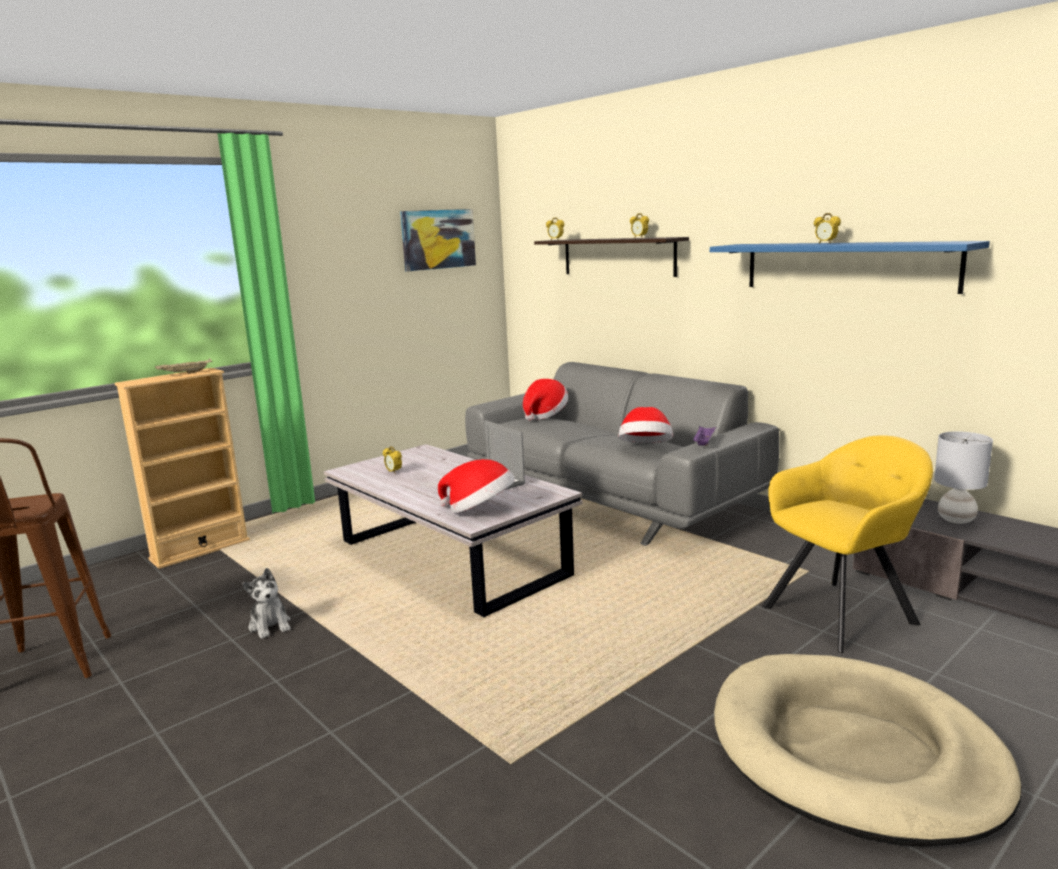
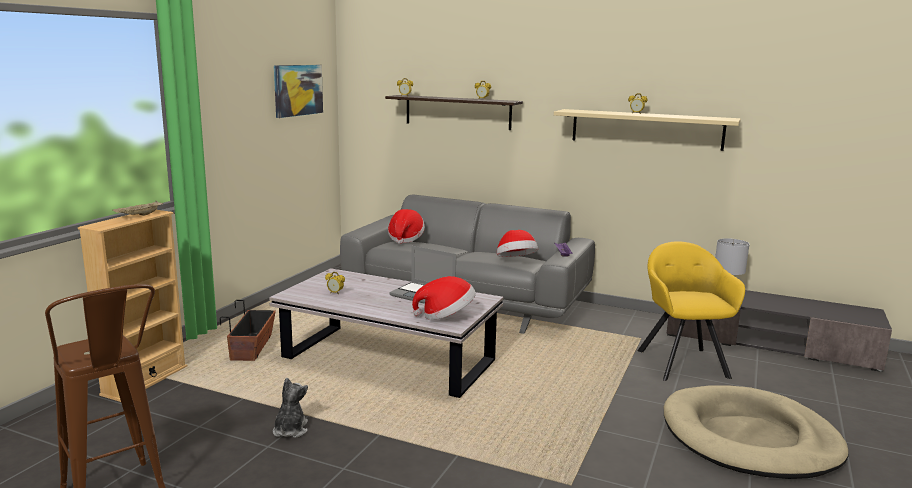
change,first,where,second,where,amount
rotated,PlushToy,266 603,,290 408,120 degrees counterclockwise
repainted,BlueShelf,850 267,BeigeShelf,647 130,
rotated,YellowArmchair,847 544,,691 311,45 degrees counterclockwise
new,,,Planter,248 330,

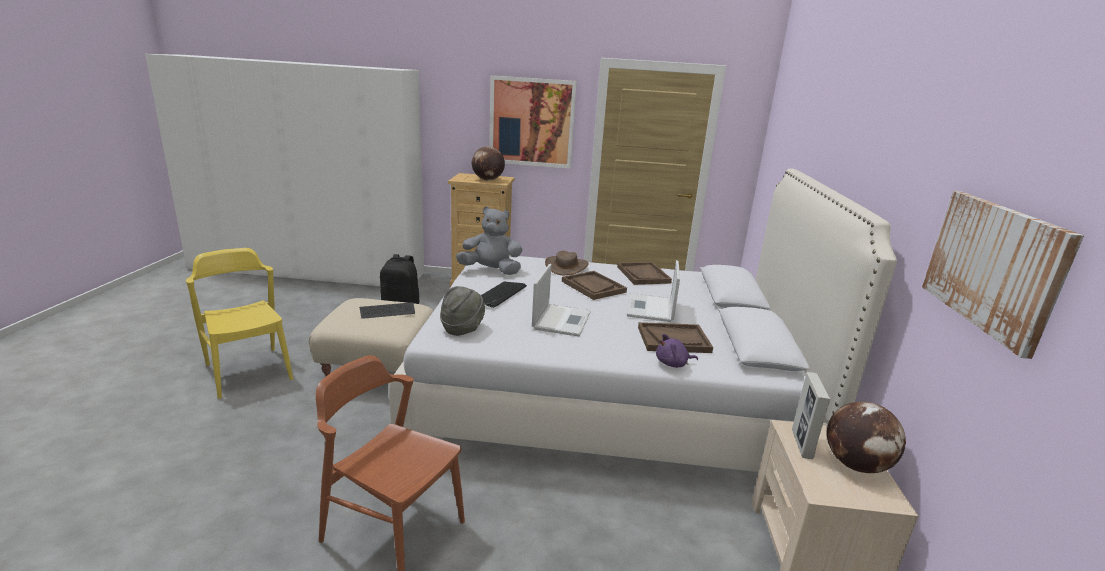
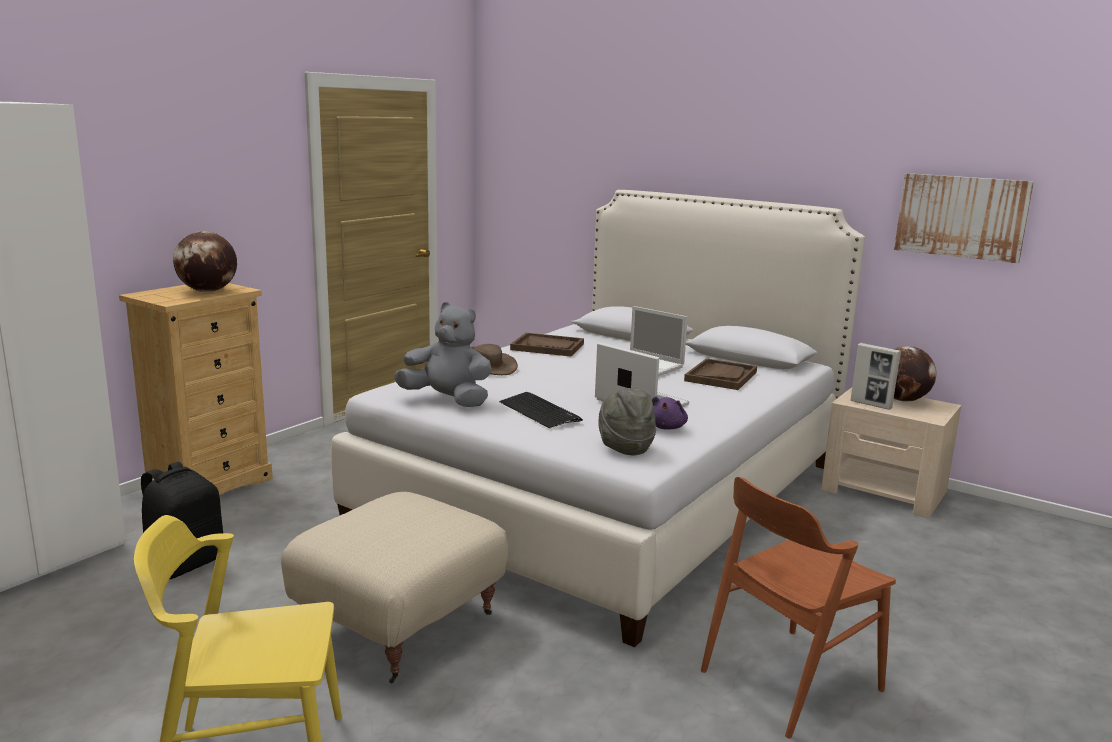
change,first,where,second,where,amount
gone,Keyboard,387 310,,,
rotated,GreyPlushToy,489 240,,443 354,75 degrees clockwise
gone,Picture,533 121,,,
gone,BrownTray,594 285,,,
shifted,PurplePlushToy,677 351,,670 413,

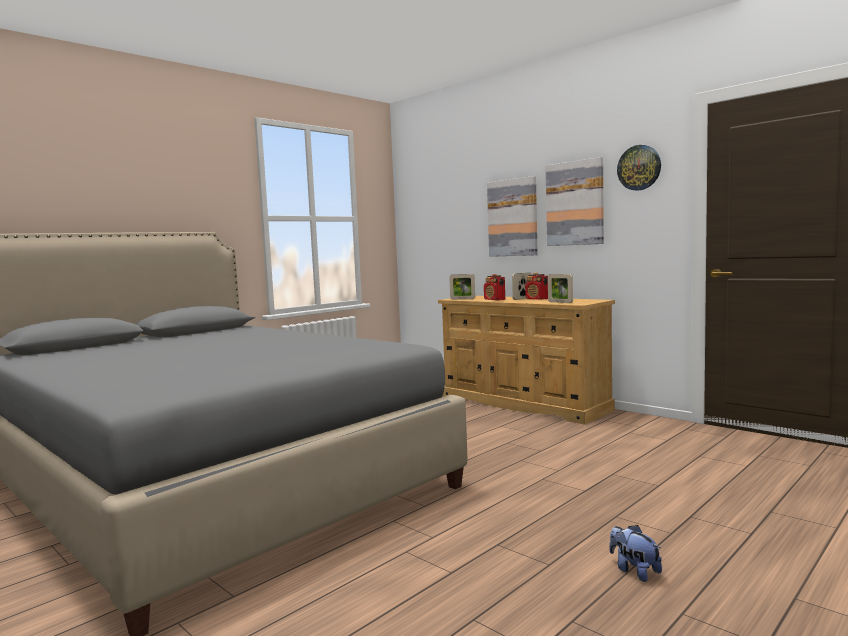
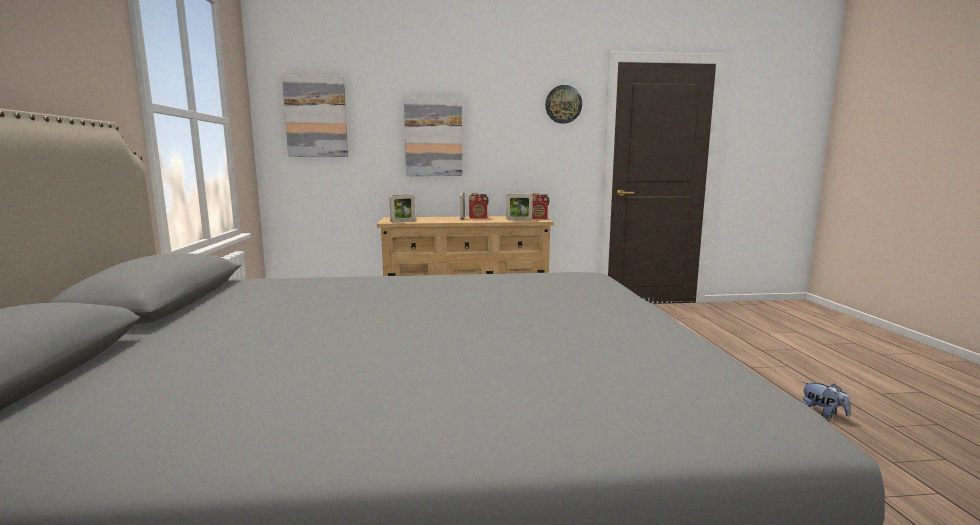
change,first,where,second,where,amount
shifted,Radio,494 287,,540 206,
shifted,Picture,575 201,,315 116,
rotated,PlushToy,635 553,,826 400,135 degrees counterclockwise

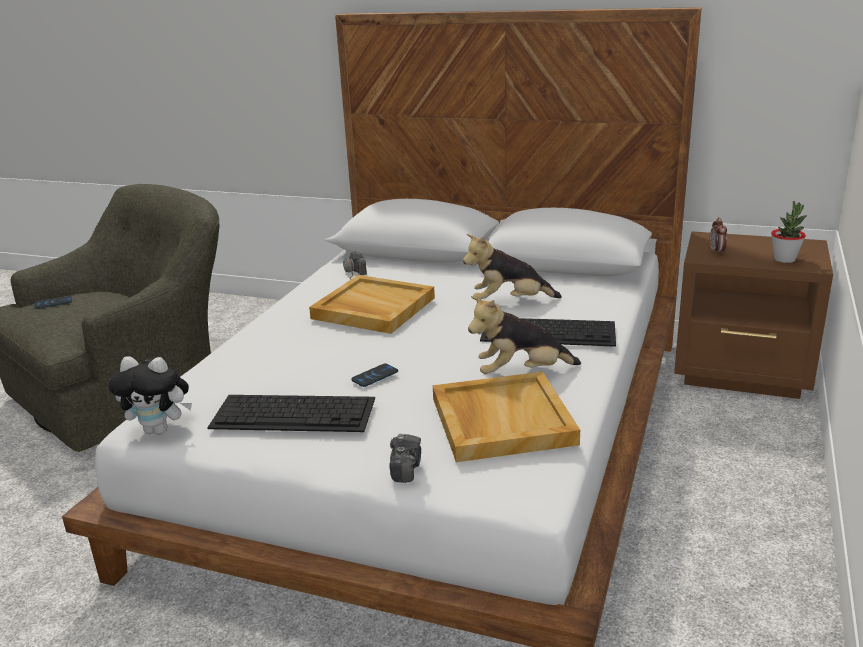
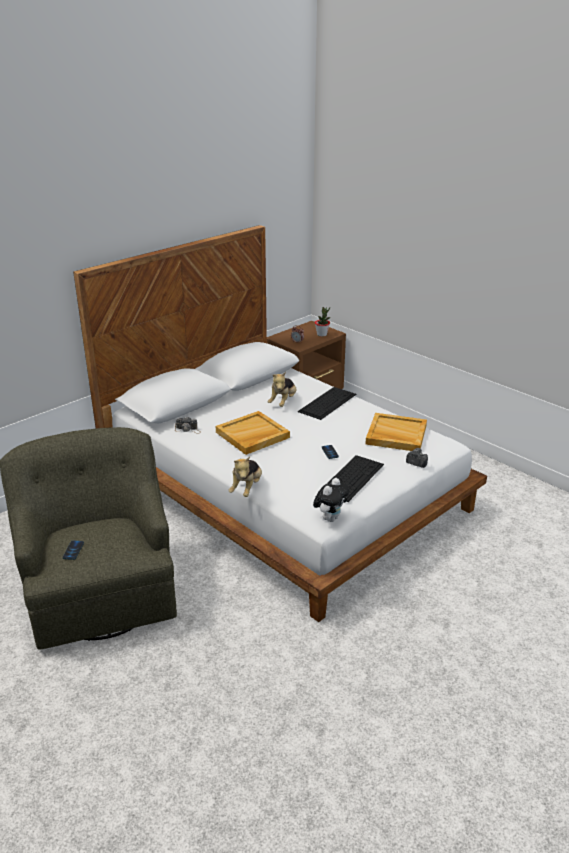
change,first,where,second,where,amount
shifted,PlushToy,524 335,,245 476,

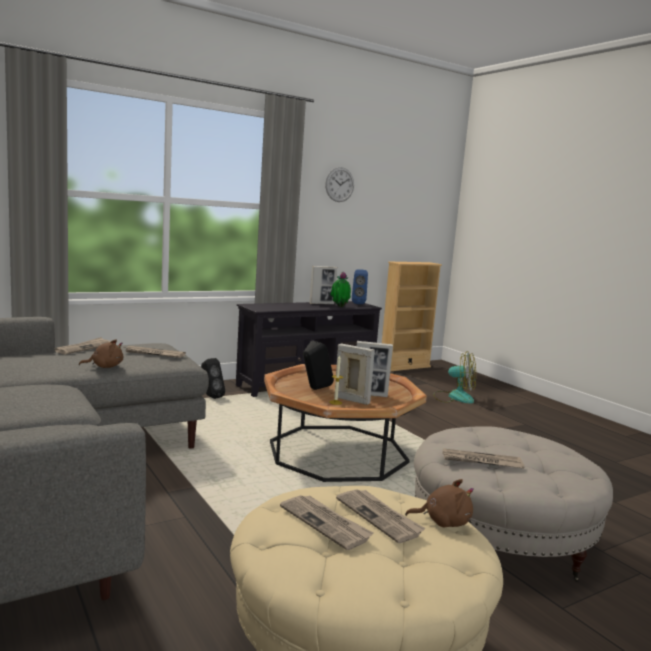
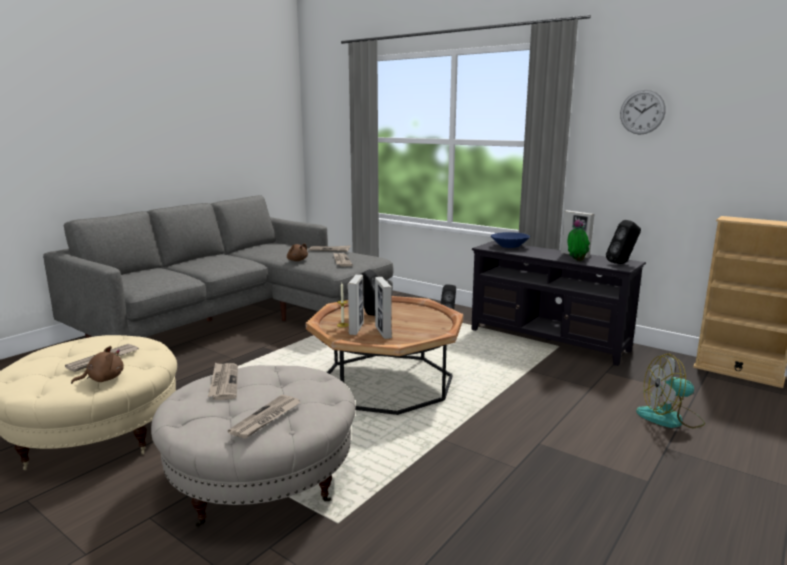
change,first,where,second,where,amount
shifted,Newspaper,327 522,,264 417,
repainted,BlueSpeaker,360 286,BlackSpeaker,623 242,
rotated,BrownPlushToy,439 503,,97 365,105 degrees counterclockwise
rotated,Fan,454 377,,670 391,90 degrees clockwise
new,,,BlueBowl,510 240,

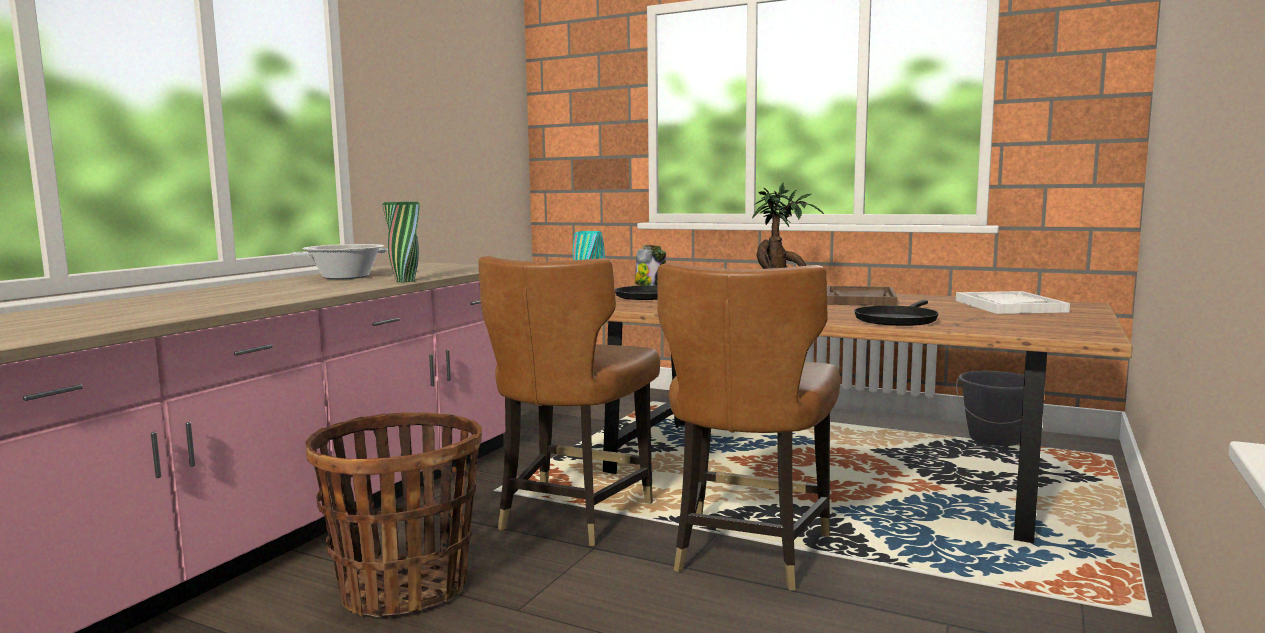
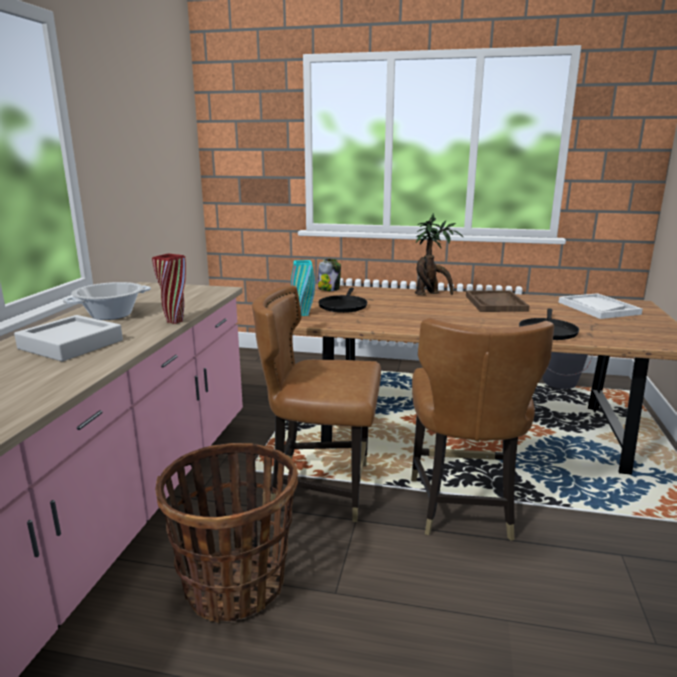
change,first,where,second,where,amount
repainted,GreenVase,401 242,RedVase,169 288,
rotated,BrownChair,569 401,,316 403,90 degrees clockwise
new,,,GreyTray,68 338,

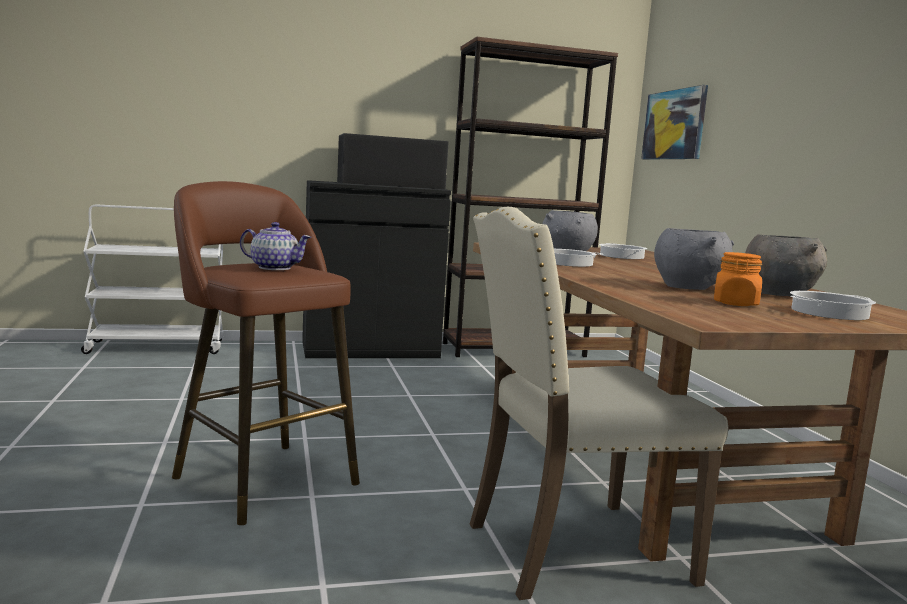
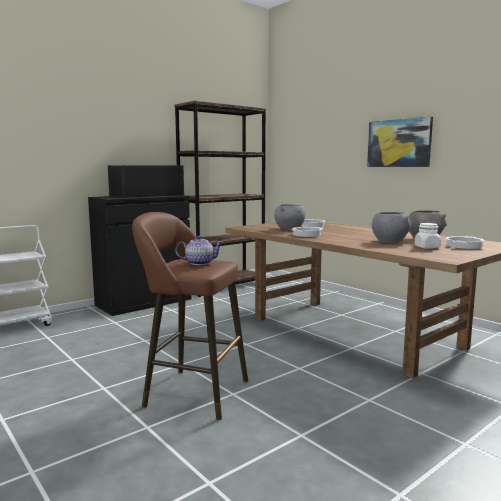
change,first,where,second,where,amount
gone,BeigeChair,598 403,,,
shifted,Picture,674 122,,400 142,
repainted,OrangeJar,738 279,WhiteJar,428 236,

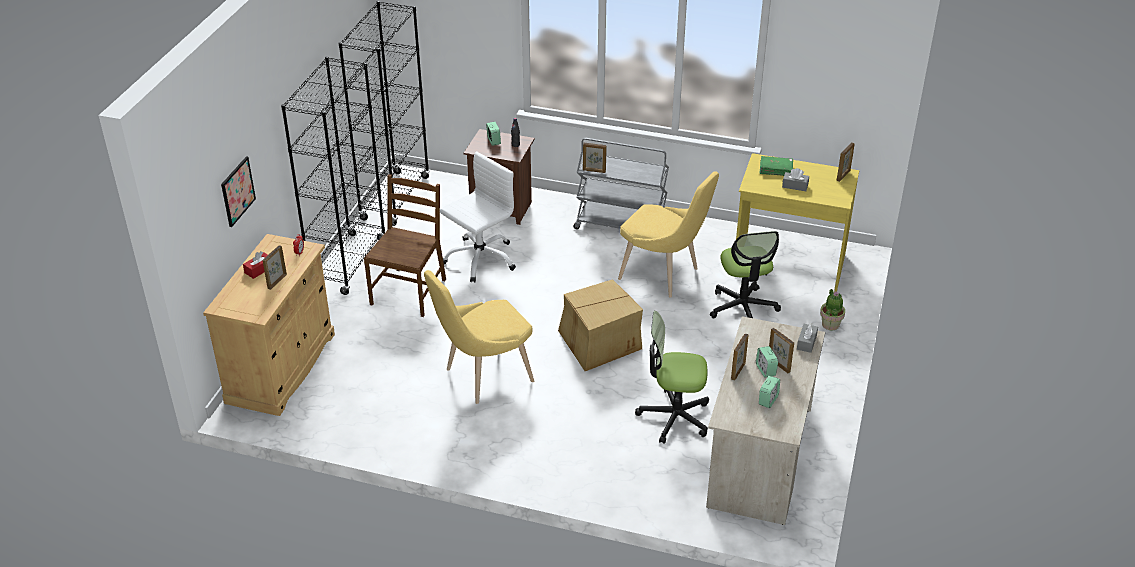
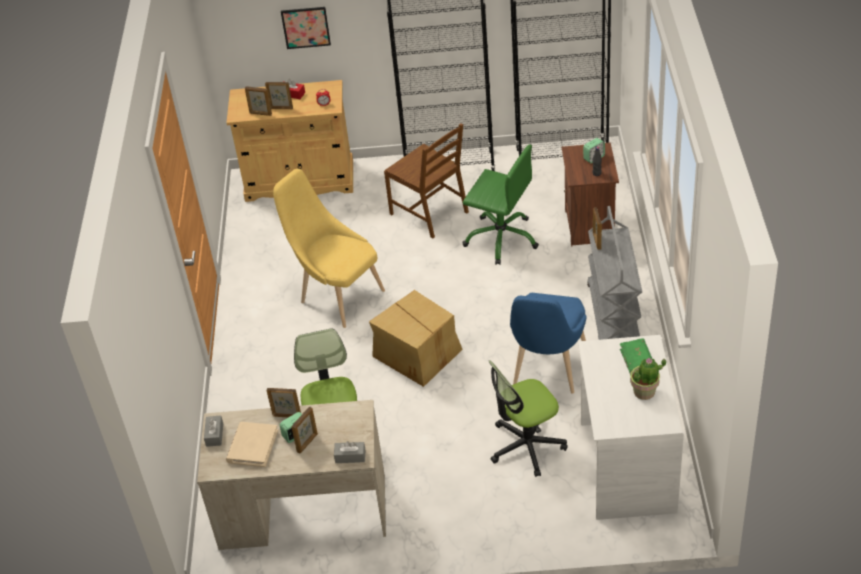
change,first,where,second,where,amount
rotated,BrownChair,405 245,,426 180,45 degrees clockwise
repainted,WhiteOfficeChair,478 217,GreenOfficeChair,500 205,
repainted,YellowChair,668 234,BlueChair,548 343,
repainted,YellowDesk,797 222,WhiteDesk,631 427,
swapped,AlarmClock,769 392,BeigeBook,252 444,
shifted,GreyTissueBox,795 179,,213 431,
shifted,PottedPlant,832 310,,648 379,
shifted,PictureFrame,846 162,,258 101,

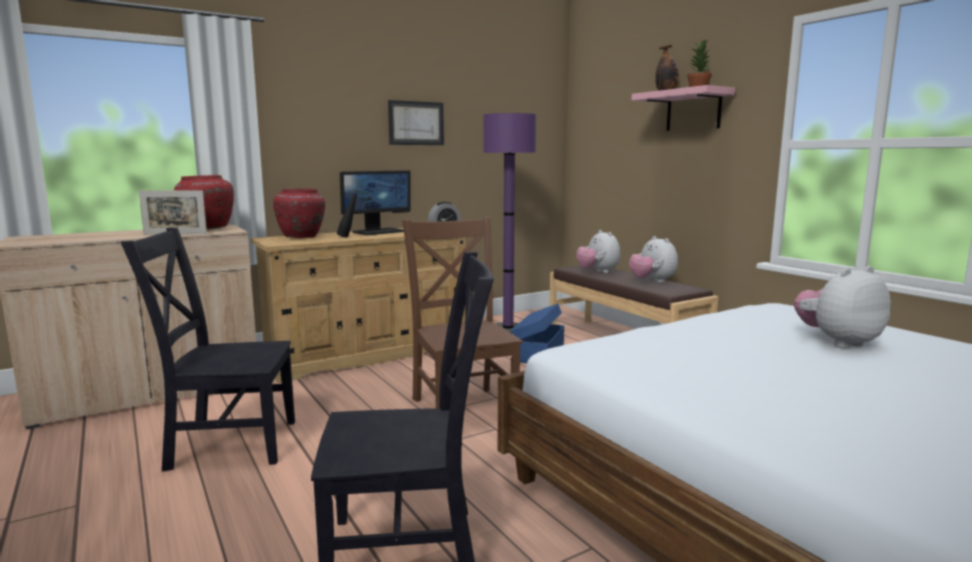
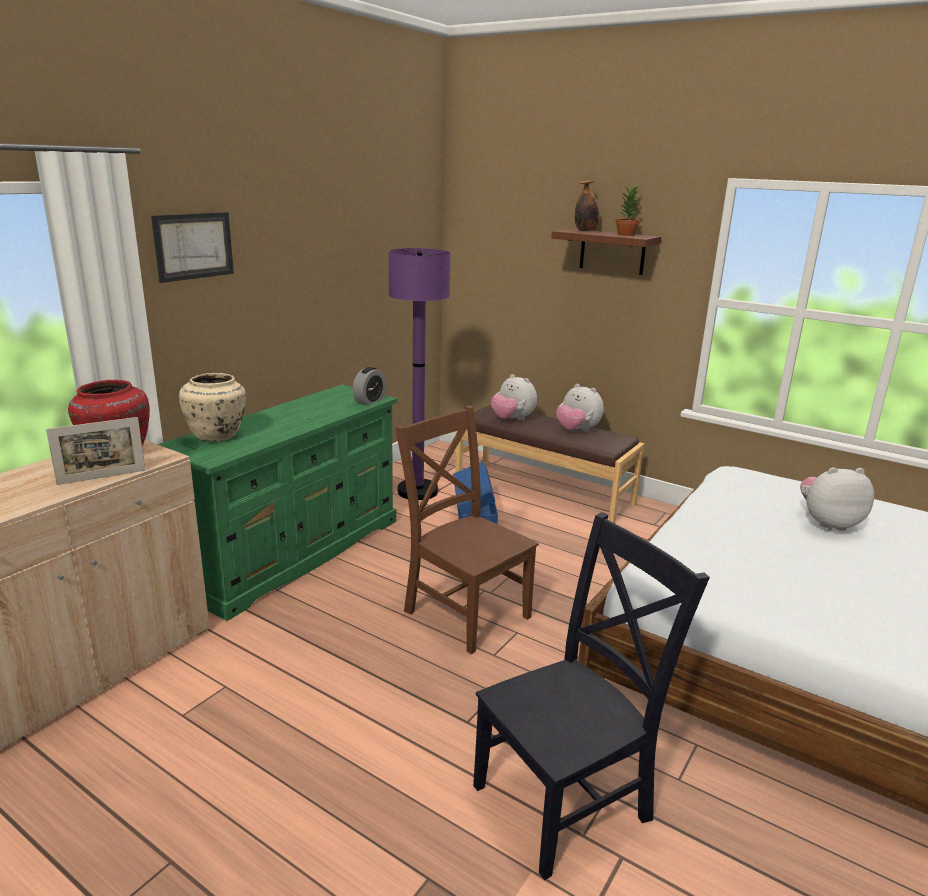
change,first,where,second,where,amount
gone,BlackChair,208 349,,,
repainted,BeigeDresser,358 305,GreenDresser,277 503,
repainted,RedVase,299 213,BeigeVase,212 407,
gone,BlackBottle,347 213,,,
gone,Monitor,375 202,,,
shifted,Picture,416 122,,192 247,
repainted,PinkShelf,683 108,BrownShelf,606 252,
rotated,PlushToy,842 307,,837 499,45 degrees clockwise

